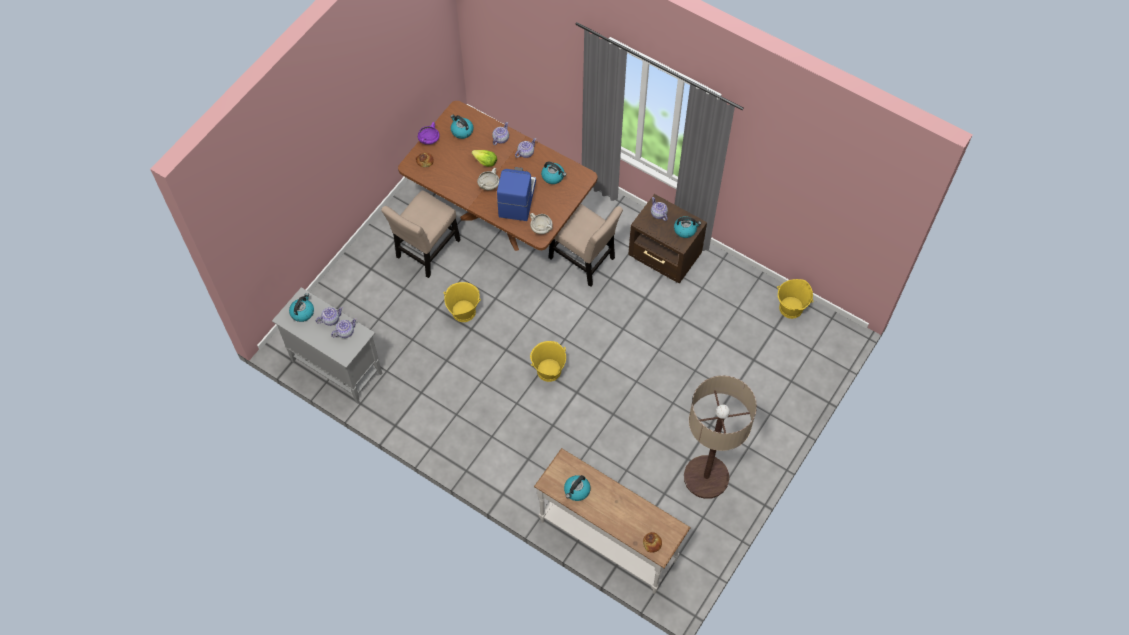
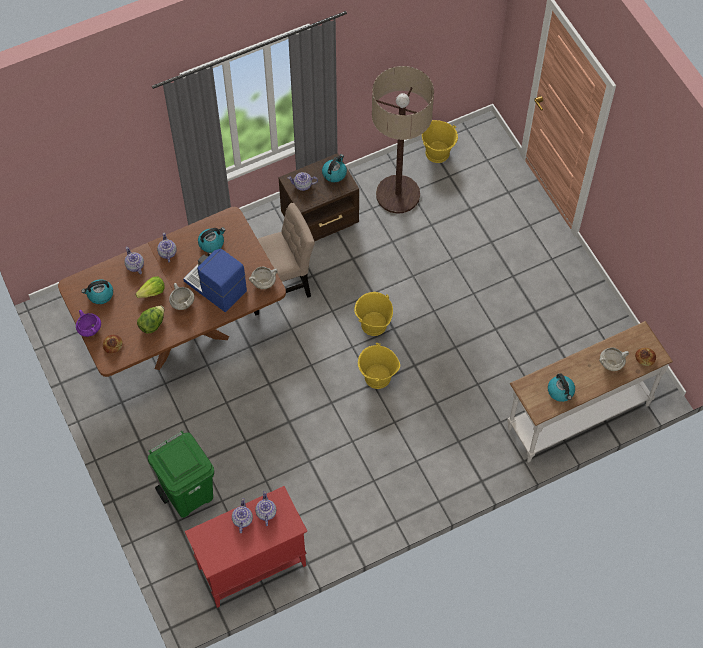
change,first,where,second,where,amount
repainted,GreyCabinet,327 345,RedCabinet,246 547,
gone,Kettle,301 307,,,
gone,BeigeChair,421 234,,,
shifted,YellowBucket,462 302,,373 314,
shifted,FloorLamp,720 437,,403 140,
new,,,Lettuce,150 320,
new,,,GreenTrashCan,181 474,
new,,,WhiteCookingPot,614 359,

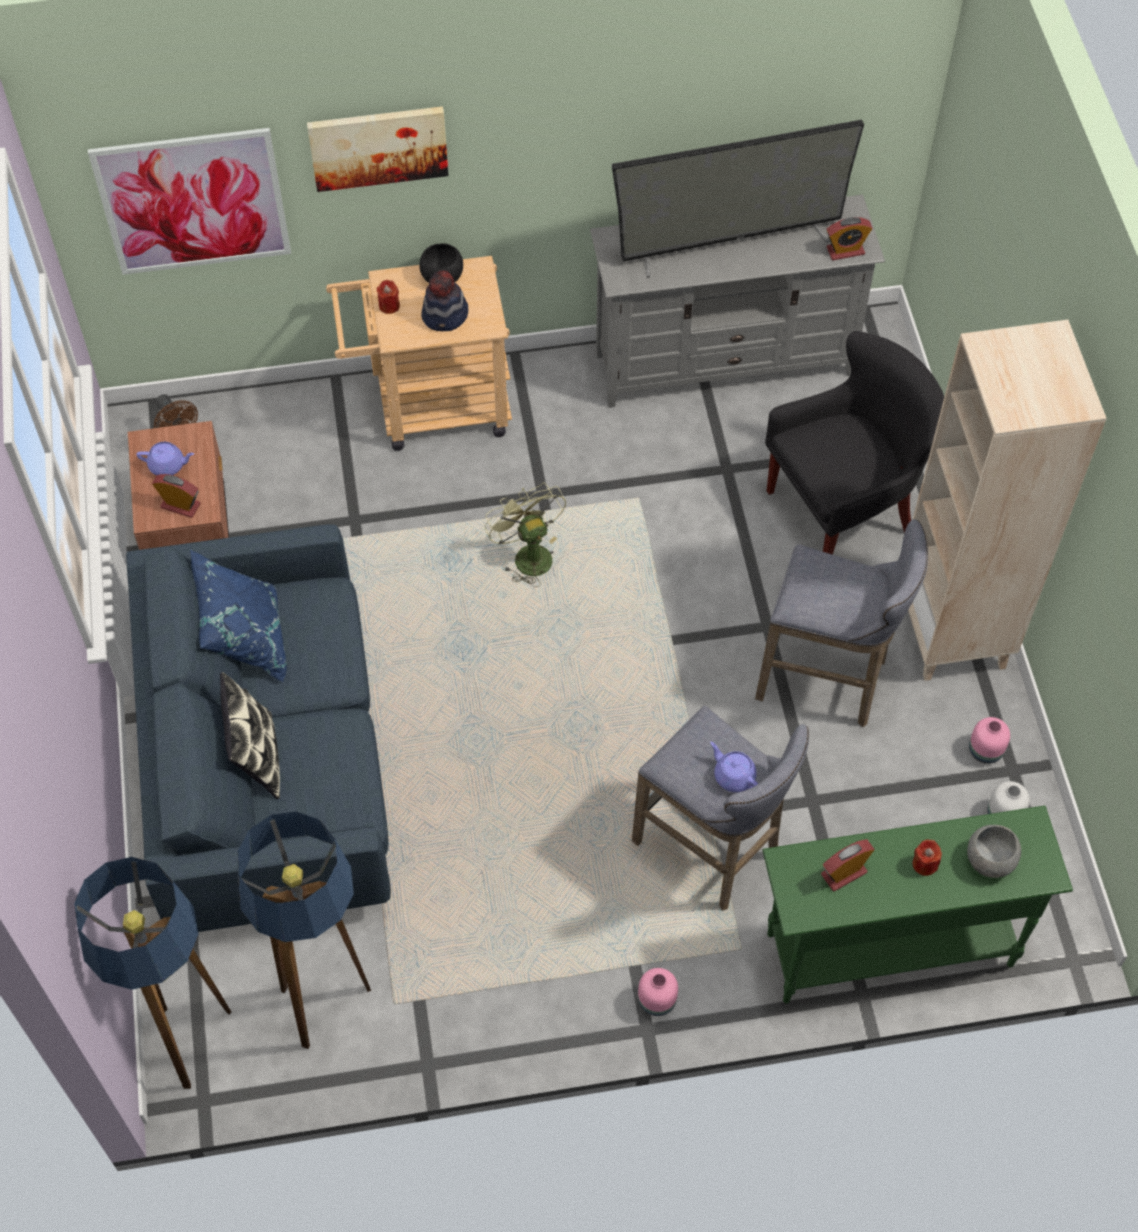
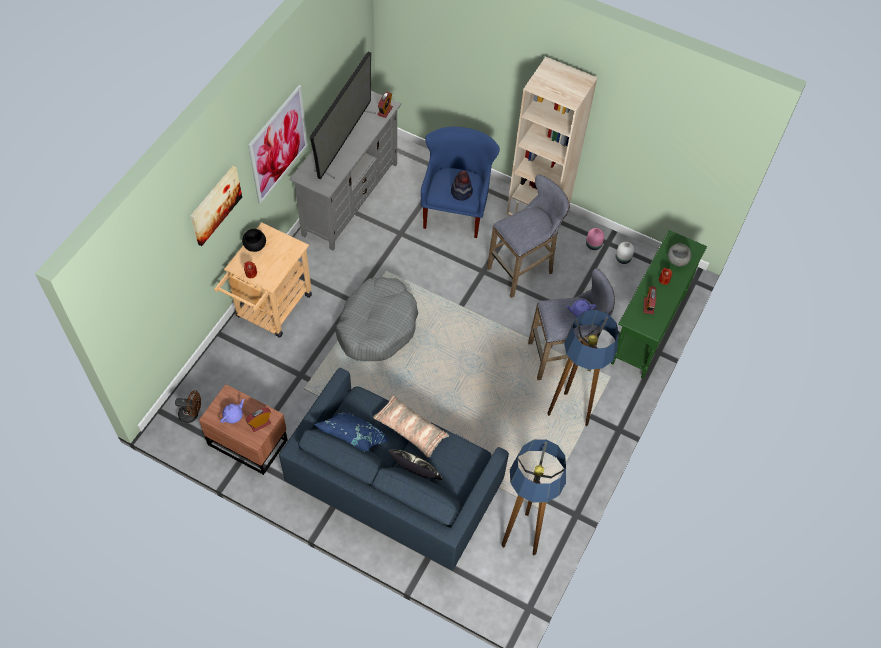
change,first,where,second,where,amount
shifted,FloorLamp,153 973,,583 368,
shifted,Picture,189 201,,278 144,
shifted,Hat,444 300,,462 186,
swapped,GreenFan,525 535,GreyDogBed,376 319,
gone,PinkVase,658 992,,,
repainted,BlackArmchair,854 443,BlueArmchair,460 182,
new,,,Pillow,411 426,

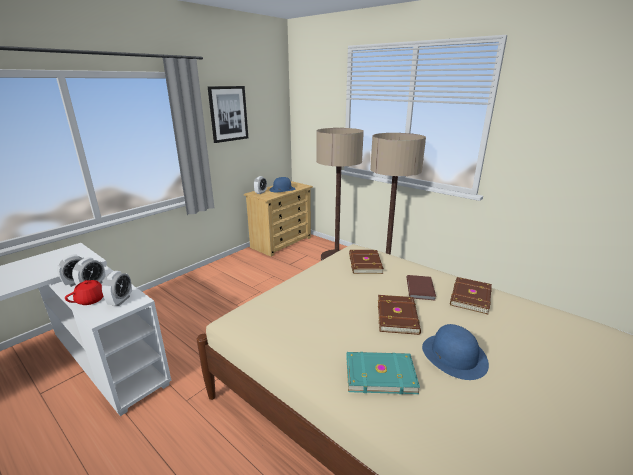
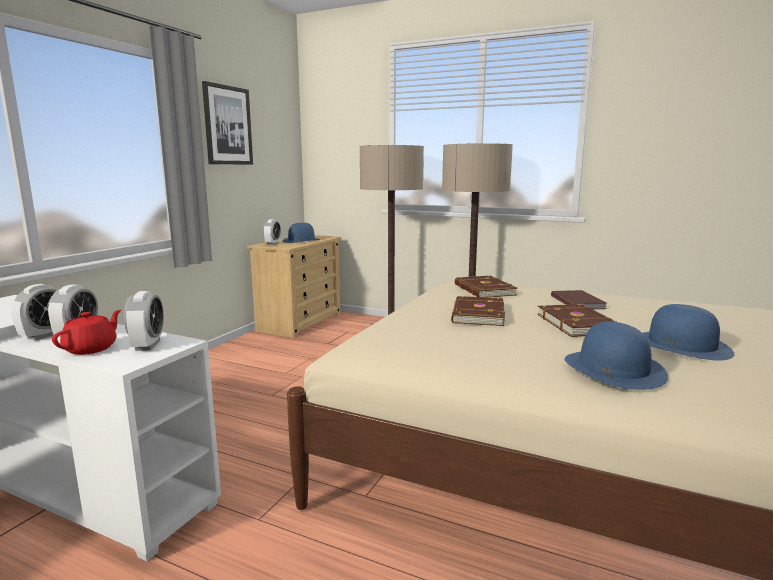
change,first,where,second,where,amount
swapped,TurquoiseBook,383 373,BlueHat,616 355,
shifted,BrownBook,471 295,,478 311,

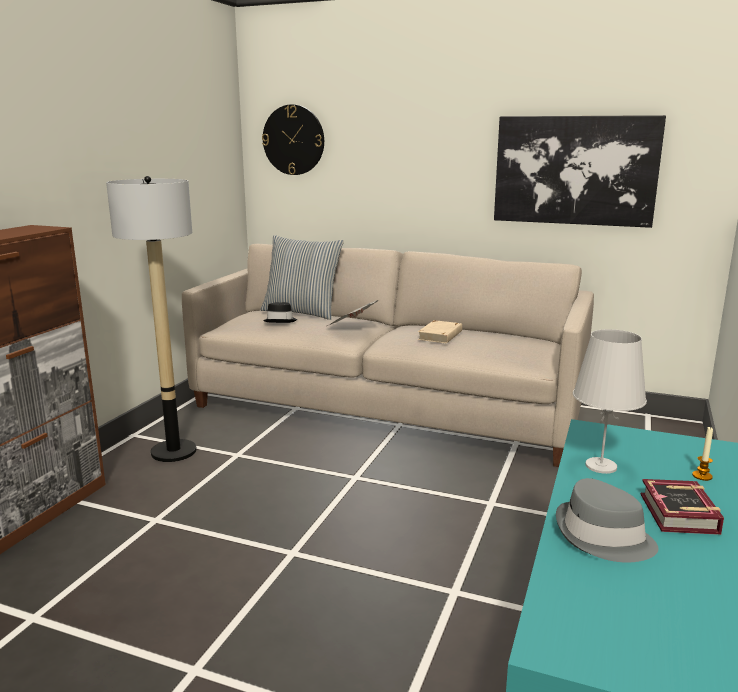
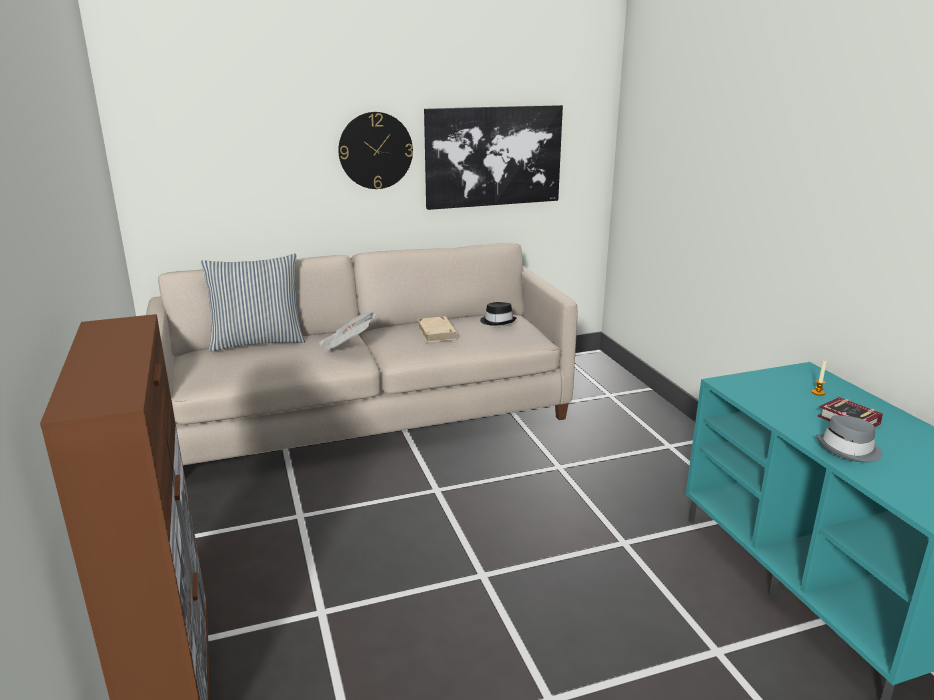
change,first,where,second,where,amount
gone,FloorLamp,151 319,,,
shifted,WallClock,293 139,,375 150,
shifted,BlackHat,280 312,,498 314,
gone,WhiteTableLamp,610 401,,,

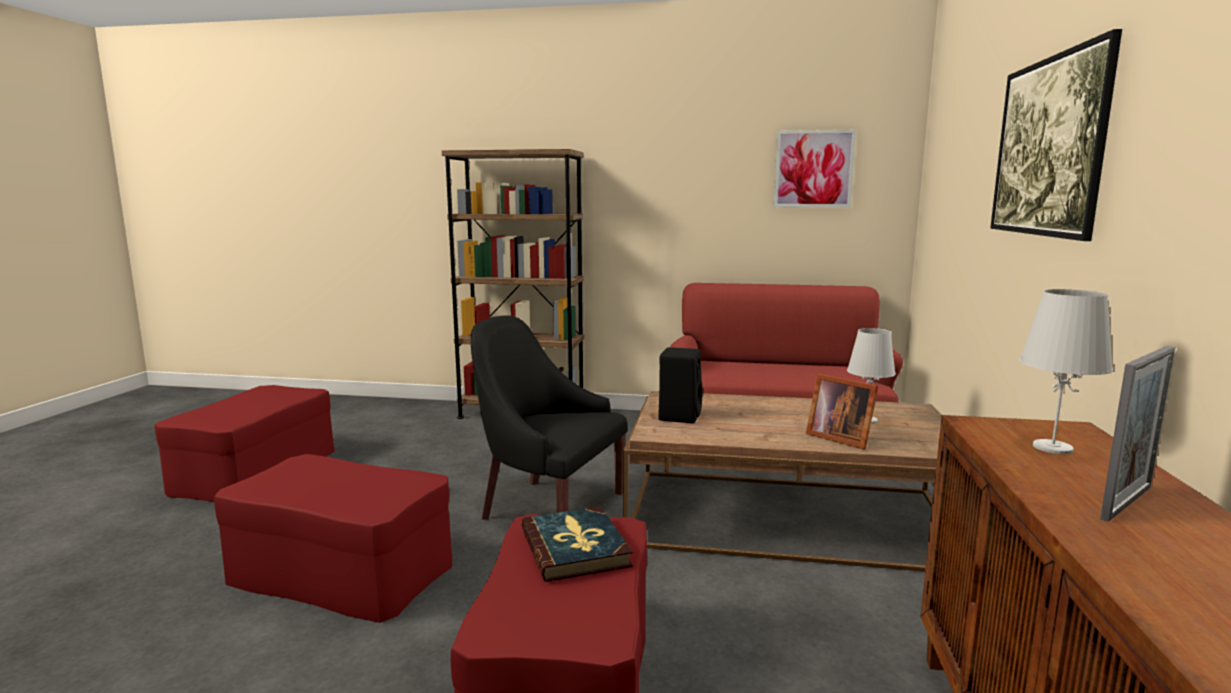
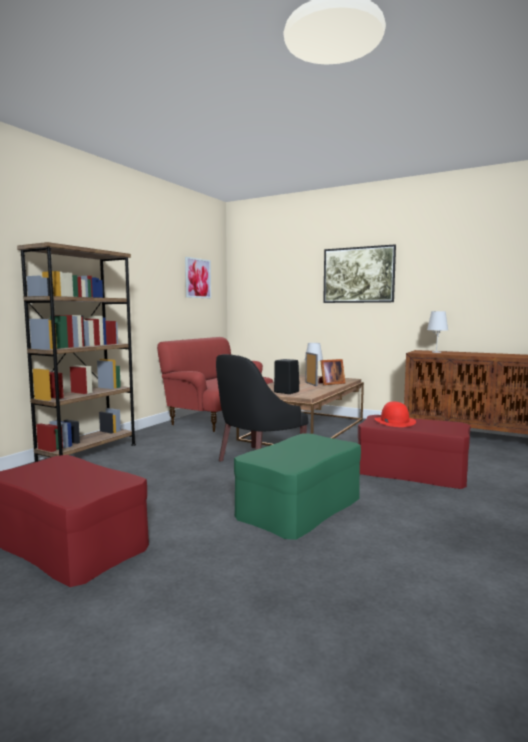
change,first,where,second,where,amount
repainted,RedOttoman,333 538,GreenOttoman,297 486,
swapped,Book,577 544,RedHat,395 414,
shifted,PictureFrame,1138 434,,312 369,

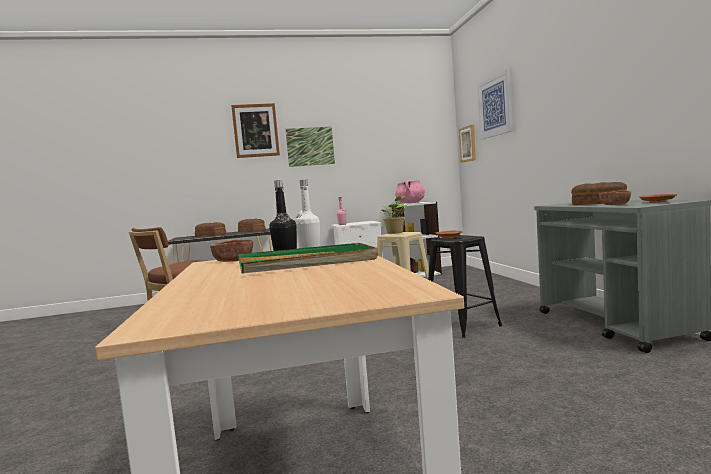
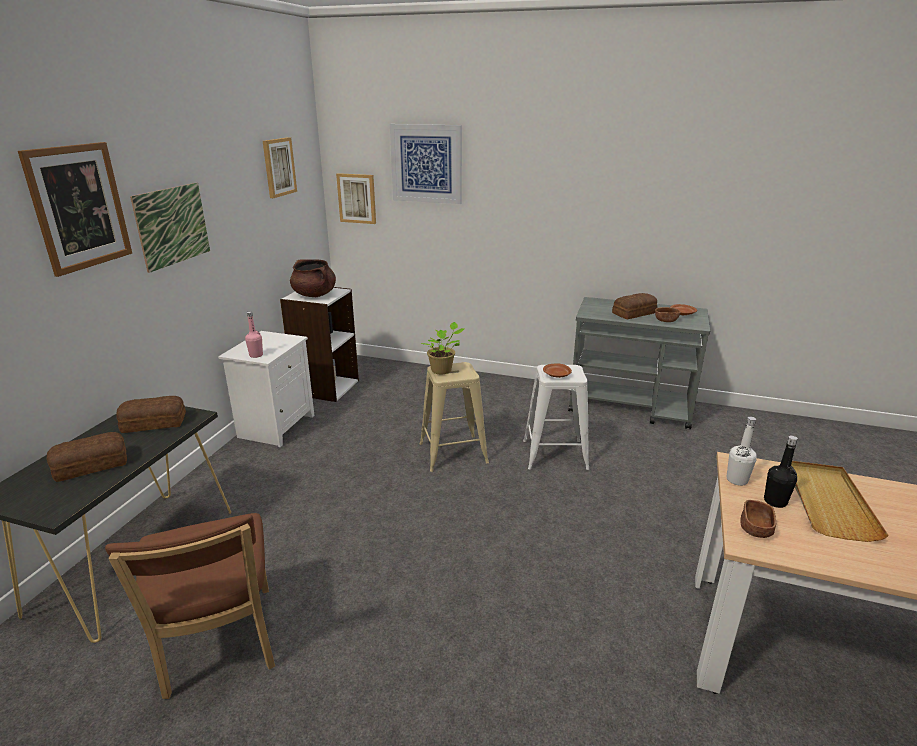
change,first,where,second,where,amount
repainted,GreenTray,308 258,BeigeTray,840 501,
repainted,PinkCookingPot,410 191,BrownCookingPot,313 278,
repainted,BlackStool,465 286,WhiteStool,556 417,
new,,,Picture,280 167,

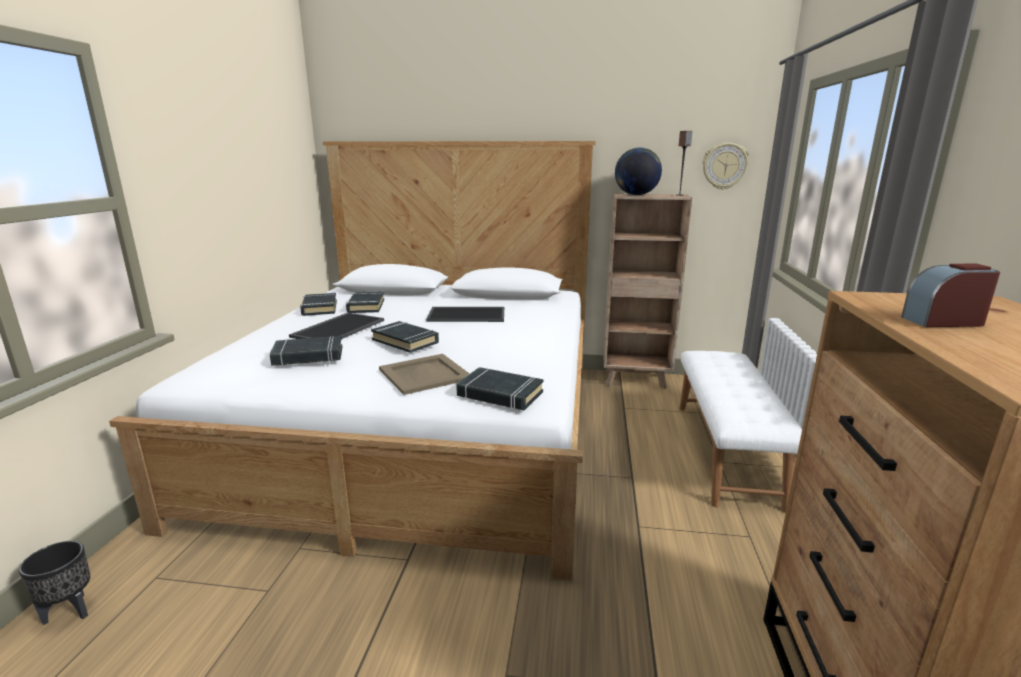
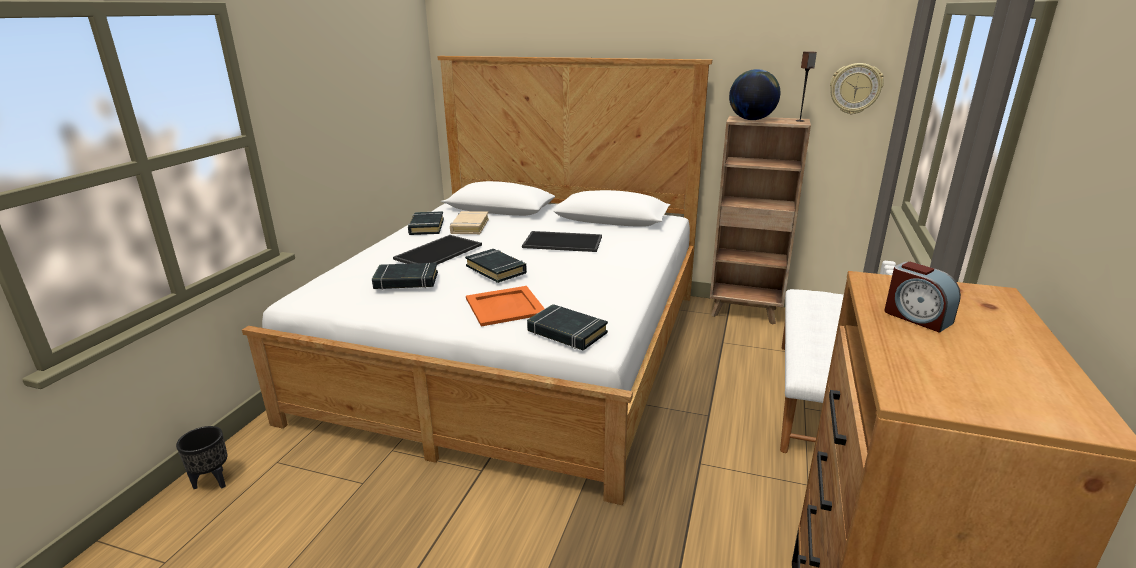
change,first,where,second,where,amount
repainted,BlackBook,365 302,BeigeBook,469 222,
repainted,BeigeTray,424 374,OrangeTray,505 306,
rotated,AlarmClock,950 295,,922 297,135 degrees counterclockwise

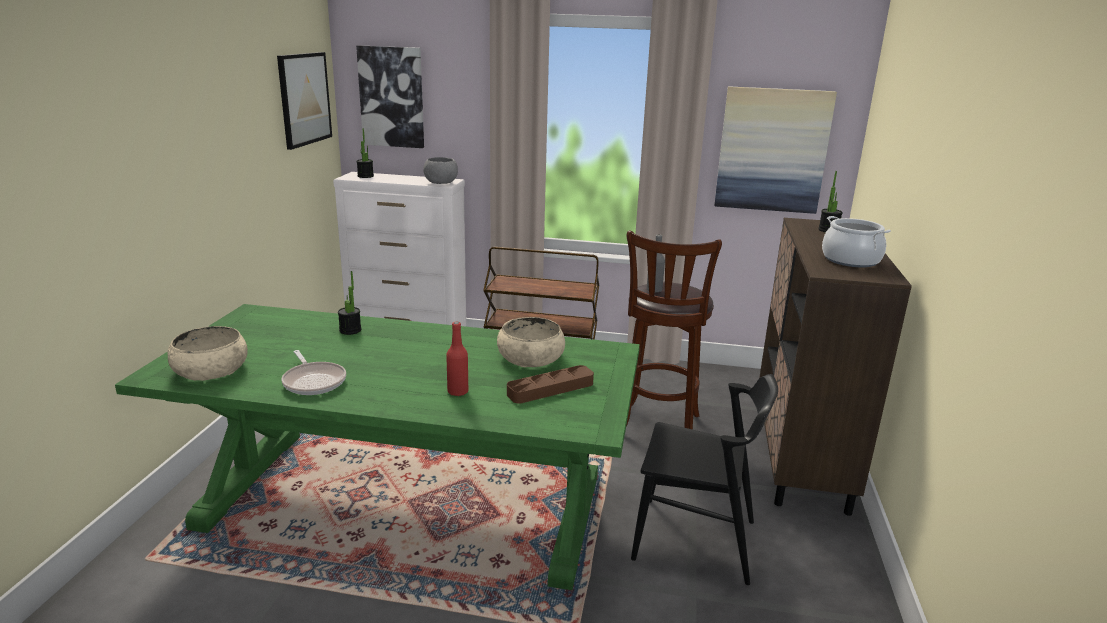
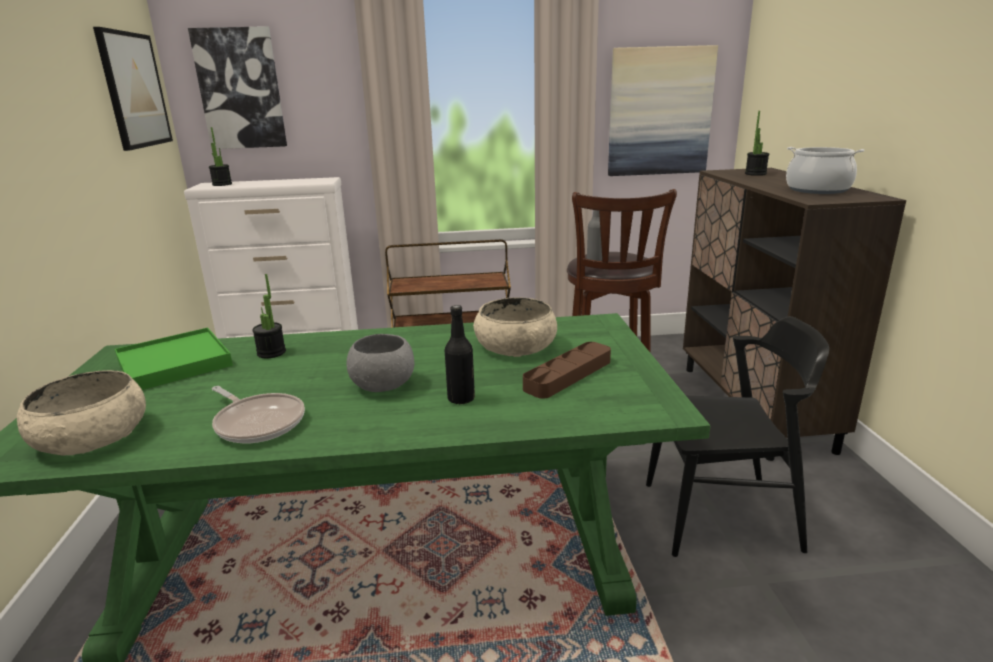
change,first,where,second,where,amount
shifted,GreyBowl,440 170,,380 363,
repainted,RedBottle,457 359,BlackBottle,459 354,
new,,,GreenTray,174 359,

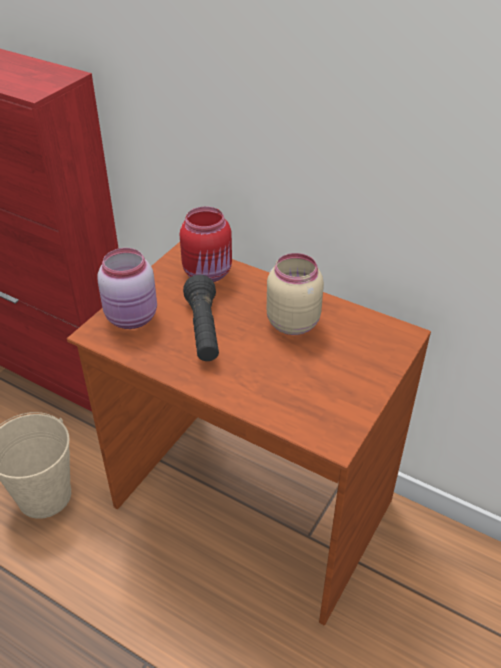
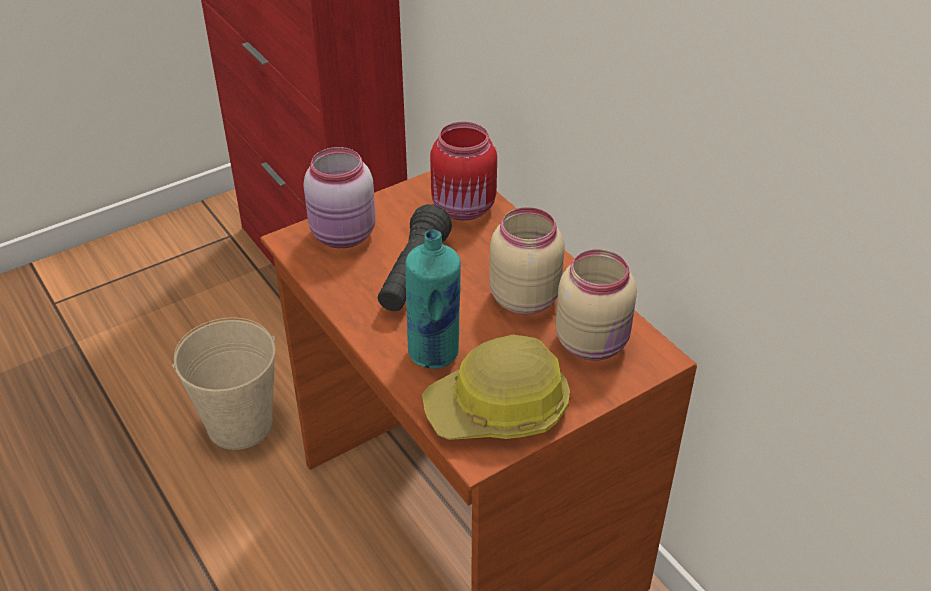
change,first,where,second,where,amount
new,,,TurquoiseBottle,433 299,
new,,,HardHat,496 387,
new,,,BeigeJar,596 305,

